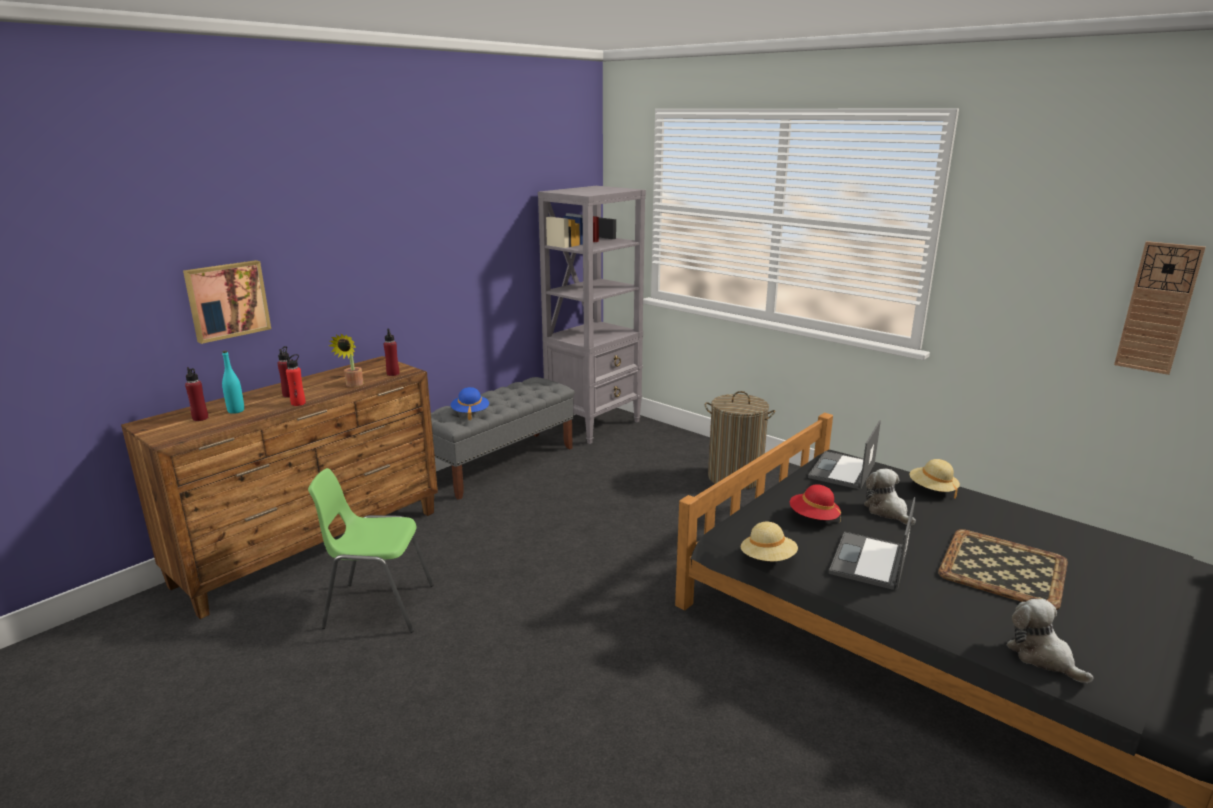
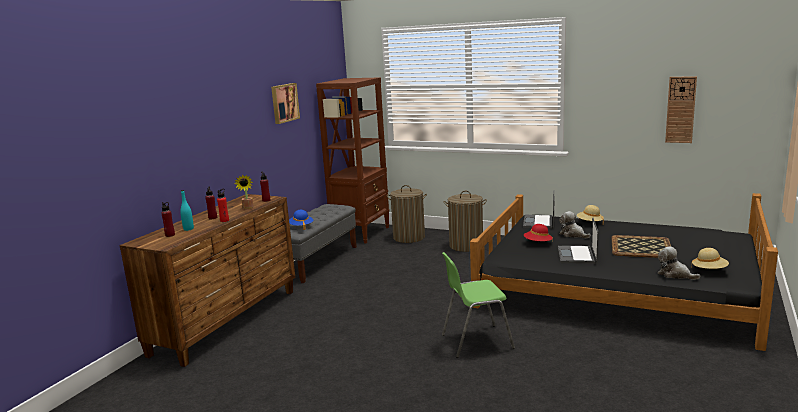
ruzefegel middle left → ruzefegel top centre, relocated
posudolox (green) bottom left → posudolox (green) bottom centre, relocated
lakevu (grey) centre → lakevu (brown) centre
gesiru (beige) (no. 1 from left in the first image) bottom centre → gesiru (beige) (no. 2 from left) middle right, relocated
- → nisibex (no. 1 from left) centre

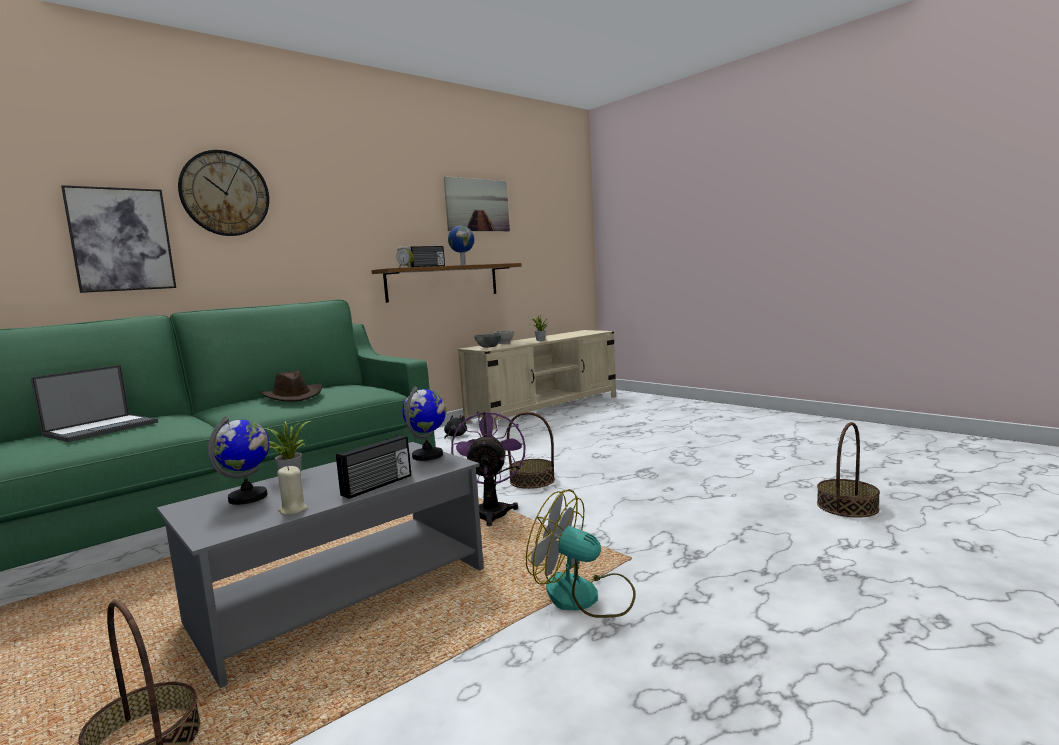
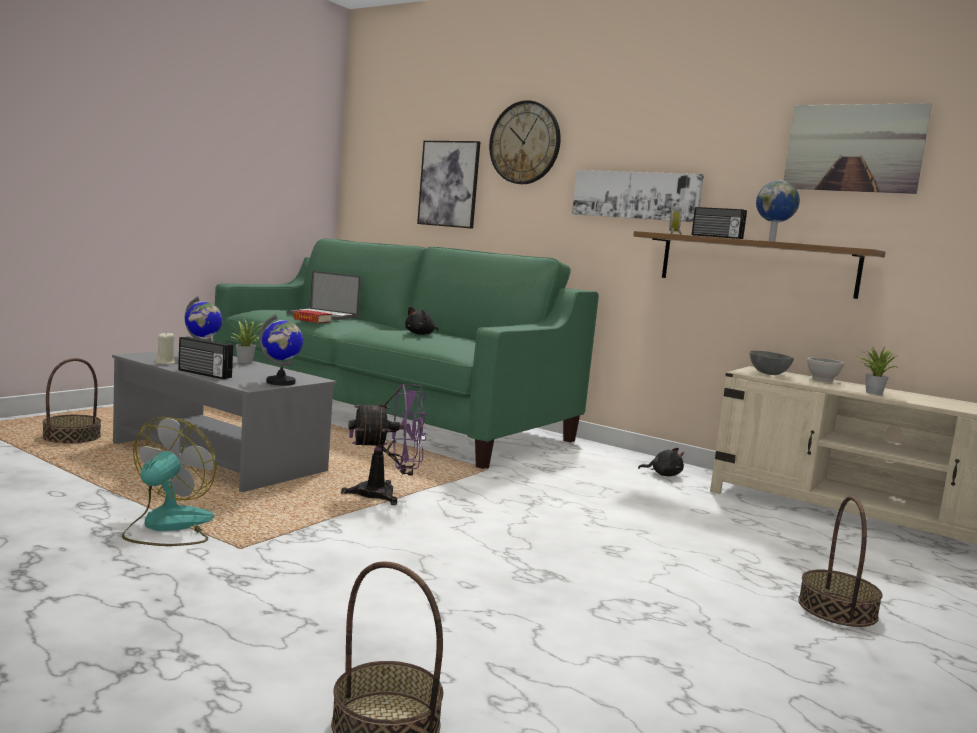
gesiru (brown) middle left → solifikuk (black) (no. 1 from left) centre
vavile (no. 2 from left in the first image) centre → vavile (no. 3 from left) bottom right, relocated
- → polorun middle left
- → ruzefegel (no. 2 from left) top centre

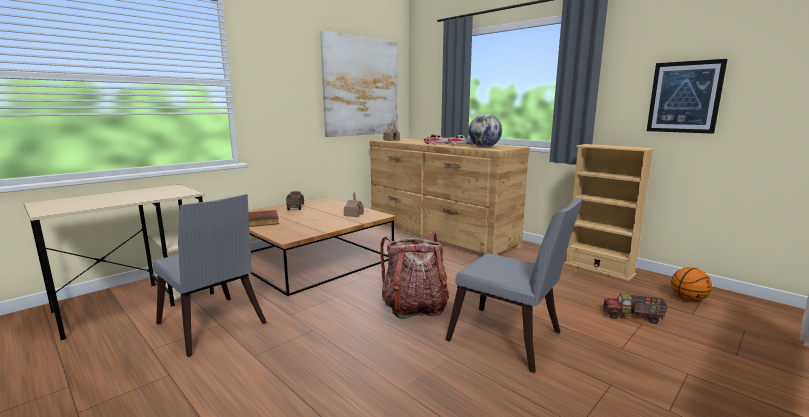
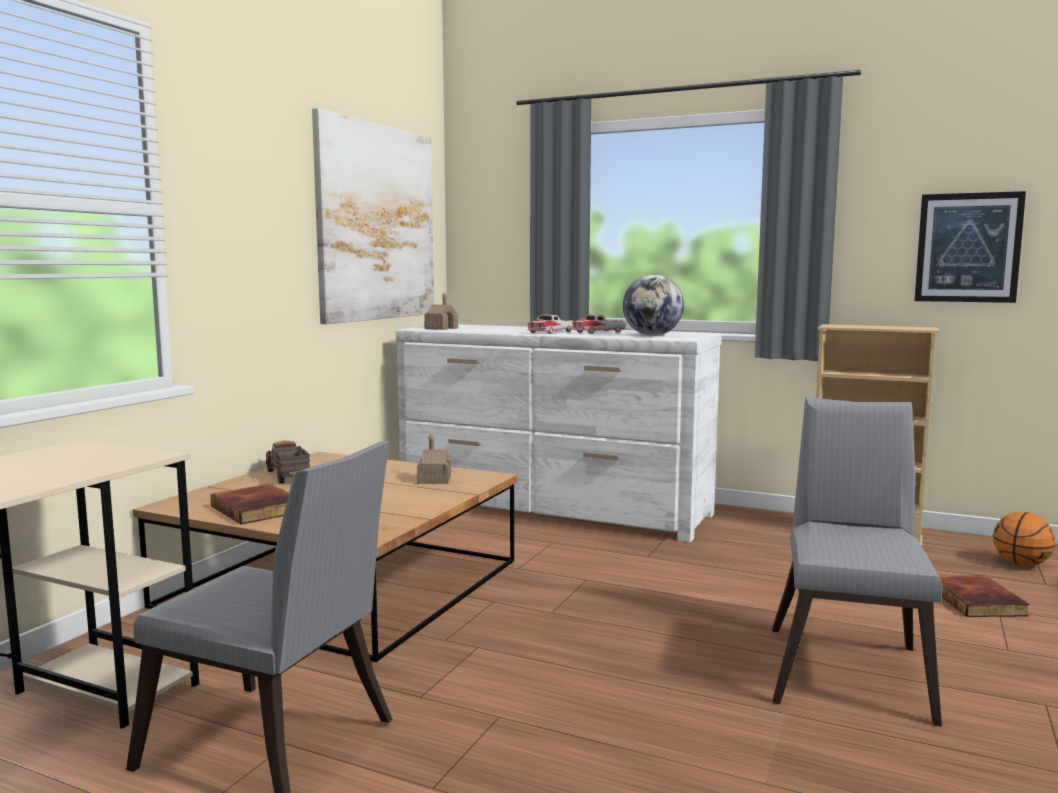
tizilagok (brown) centre → tizilagok (white) centre
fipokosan centre → -
posudolox (grey) (no. 2 from left) bottom centre → posudolox (grey) (no. 2 from left) bottom right, 90 degrees counterclockwise
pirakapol (no. 2 from left) bottom right → polorun (no. 2 from left) bottom right

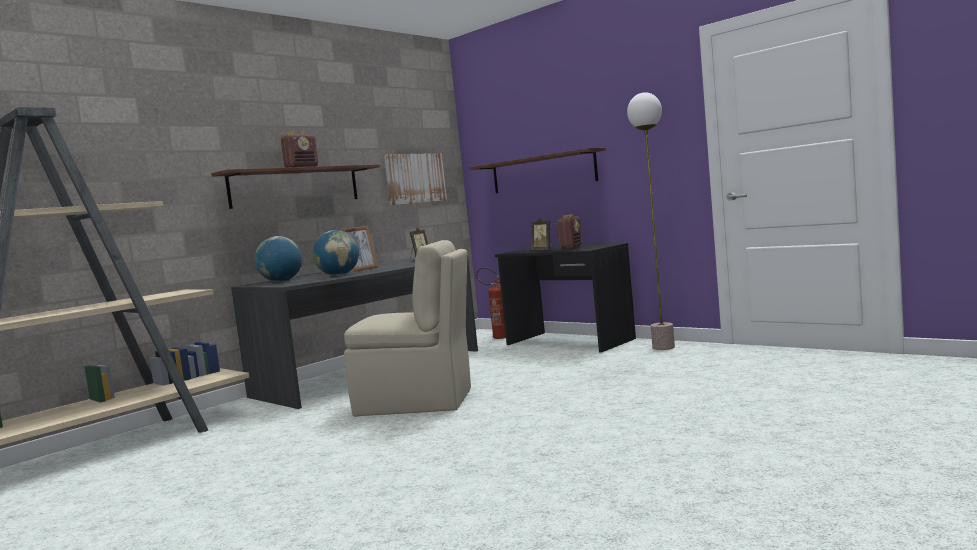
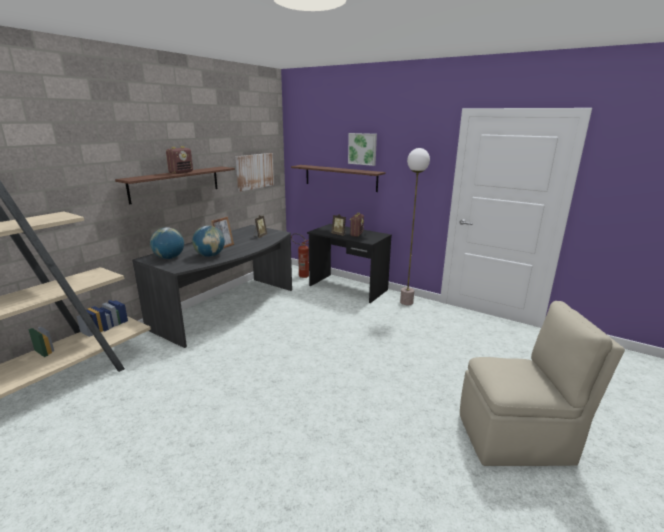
posudolox (beige) centre → posudolox (beige) bottom right, relocated
- → ruzefegel (no. 2 from left) top centre

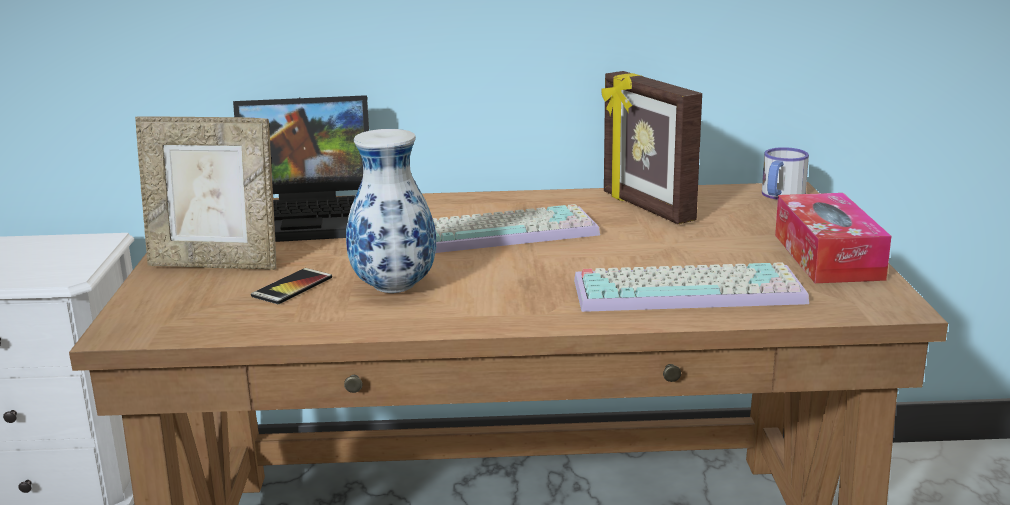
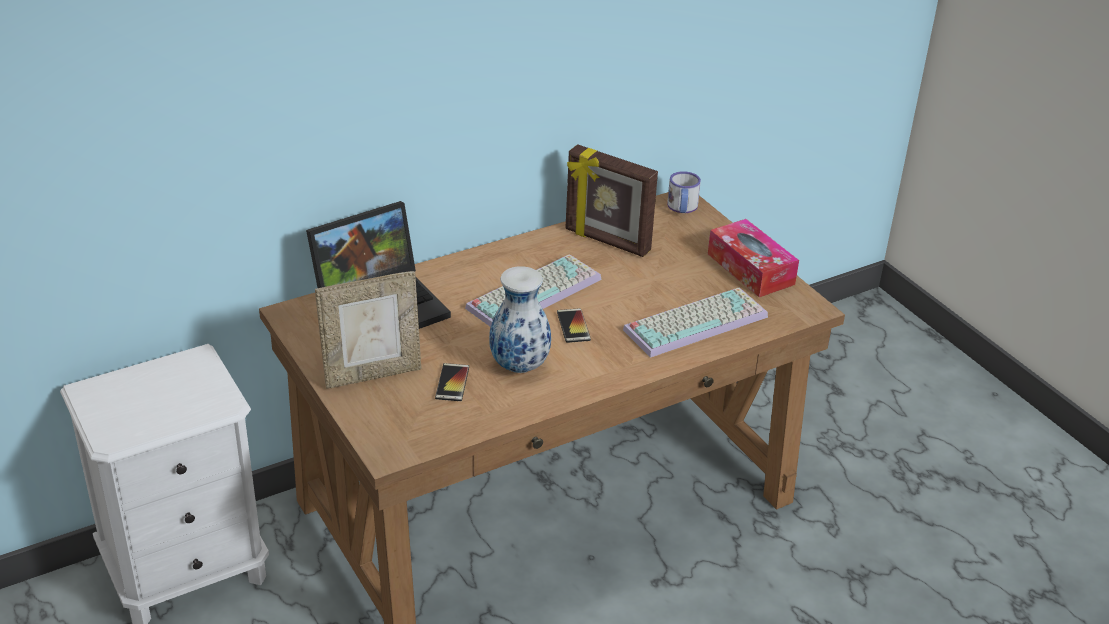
- → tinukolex (no. 2 from left) centre

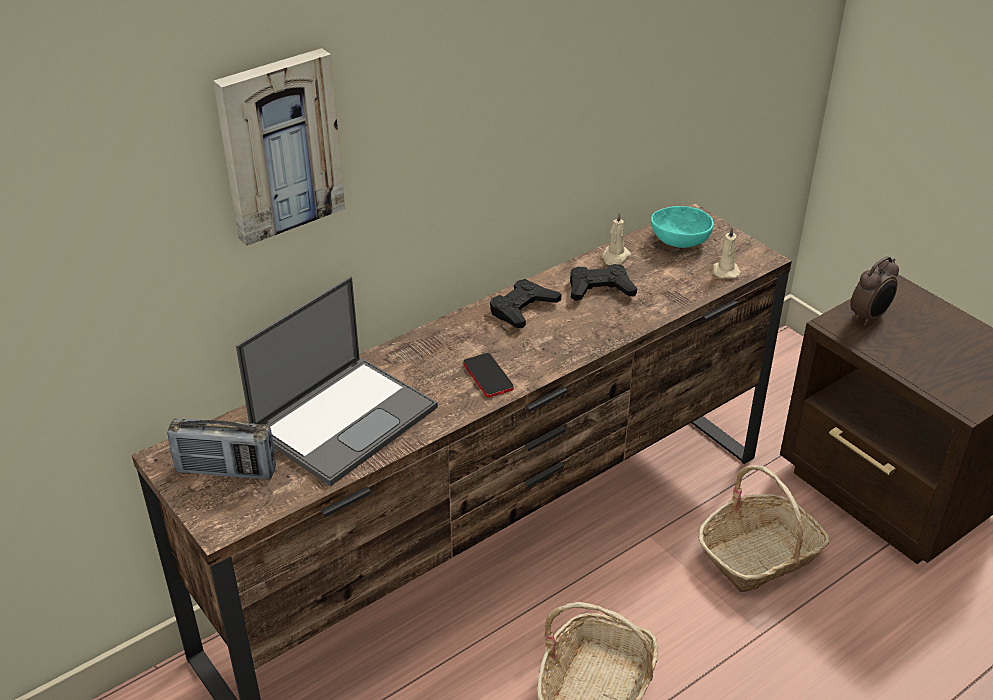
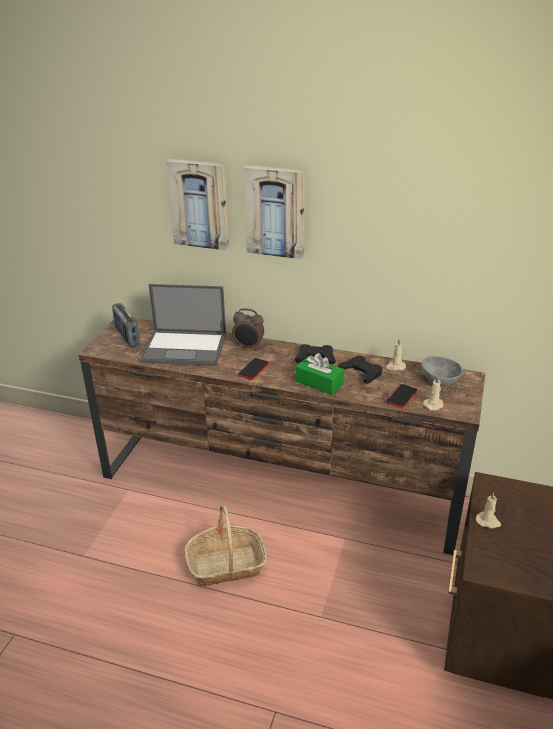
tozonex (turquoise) top right → tozonex (grey) middle right
vavile (no. 2 from left) bottom right → -
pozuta middle right → pozuta centre, relocated
- → ruzefegel (no. 2 from left) top centre
- → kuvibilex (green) centre
- → tinukolex (no. 2 from left) middle right
- → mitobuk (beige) (no. 3 from left) bottom right

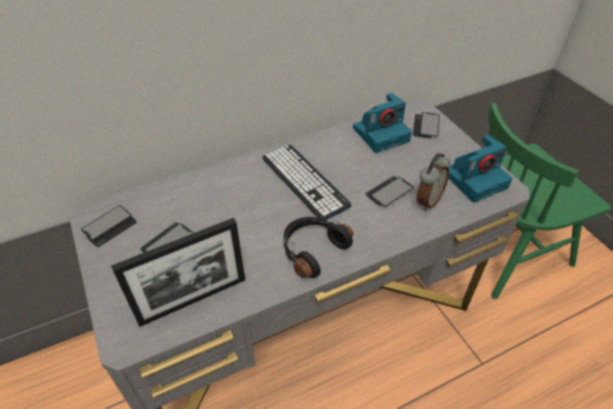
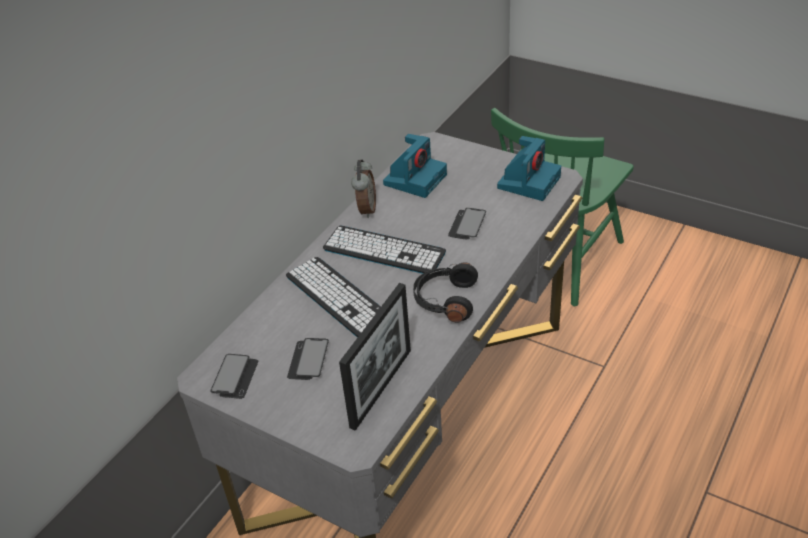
tinukolex (no. 4 from left) top right → -
pozuta middle right → pozuta centre, relocated
- → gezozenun (no. 1 from left) centre

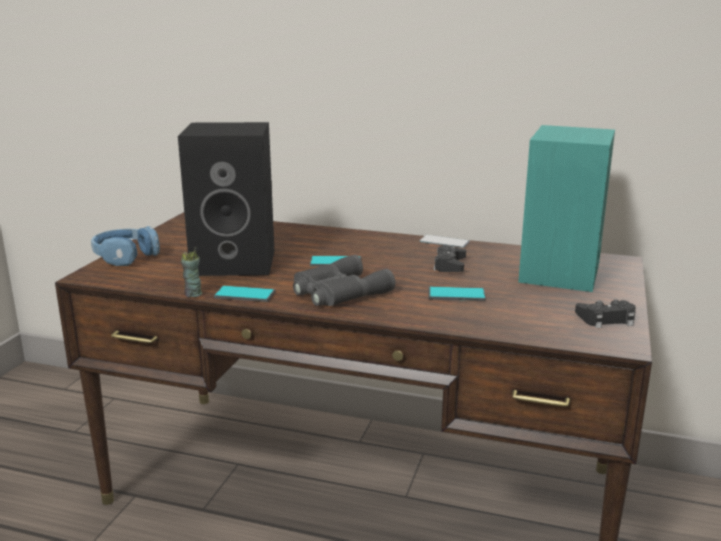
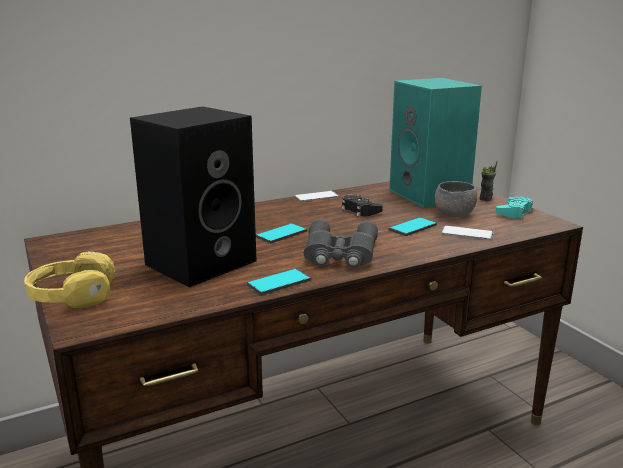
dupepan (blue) middle left → dupepan (yellow) middle left
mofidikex middle left → mofidikex middle right, relocated
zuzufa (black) (no. 2 from left) middle right → zuzufa (turquoise) middle right
- → tozonex (grey) middle right
- → tinukolex (no. 5 from left) middle right

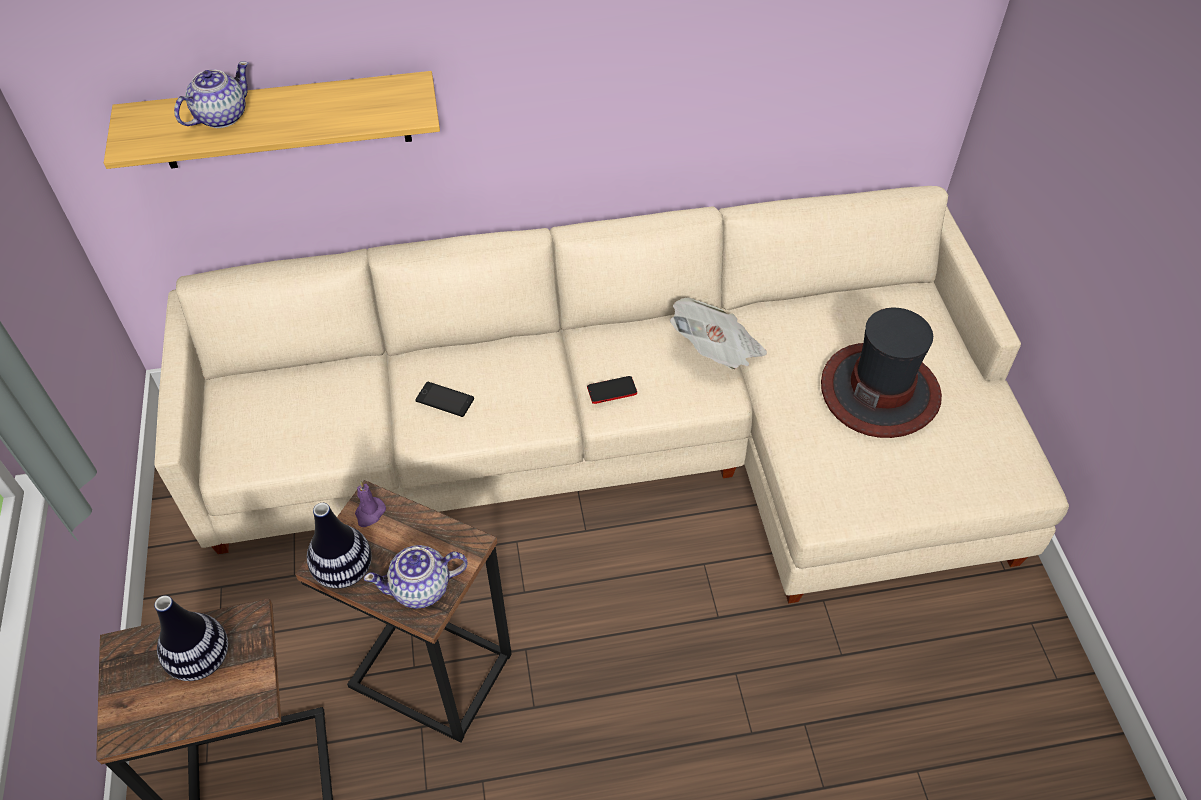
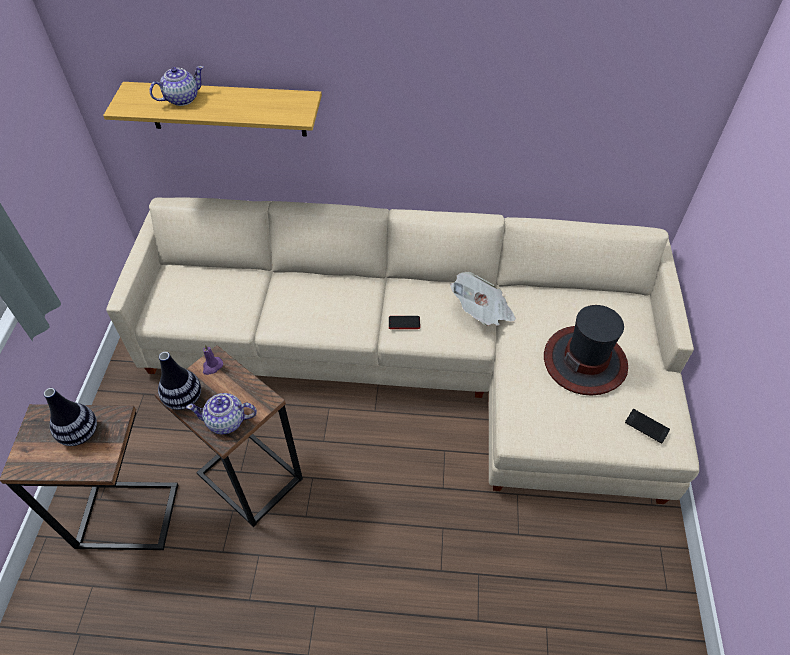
tinukolex (no. 1 from left in the first image) centre → tinukolex (no. 2 from left) middle right, relocated

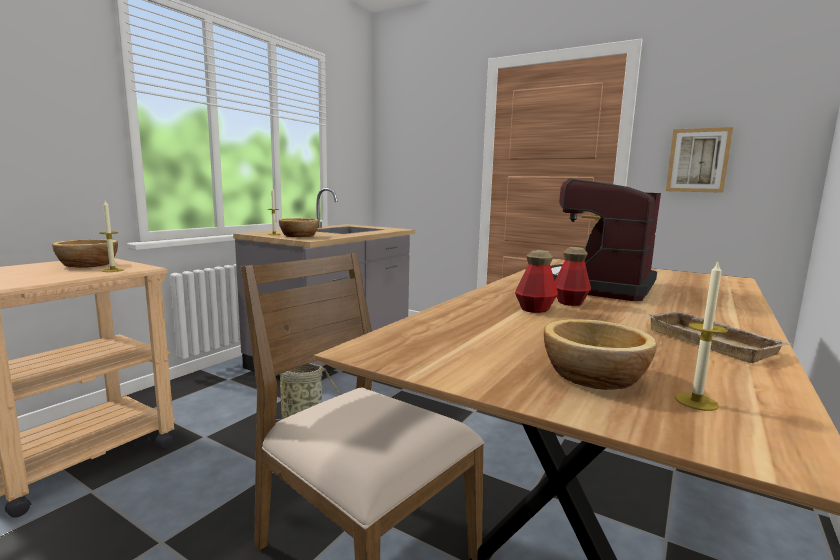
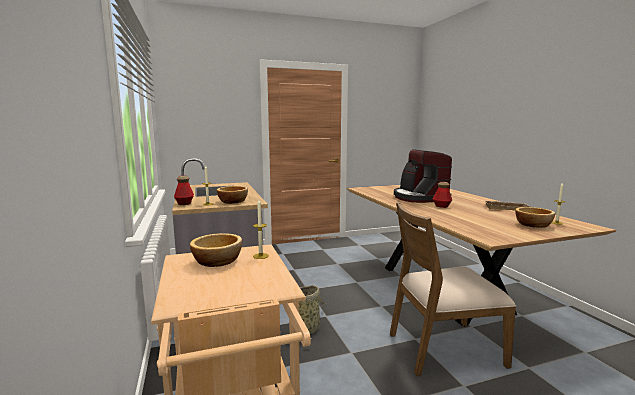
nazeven (no. 1 from left) centre → nazeven (no. 1 from left) middle left, relocated
ruzefegel top right → -

